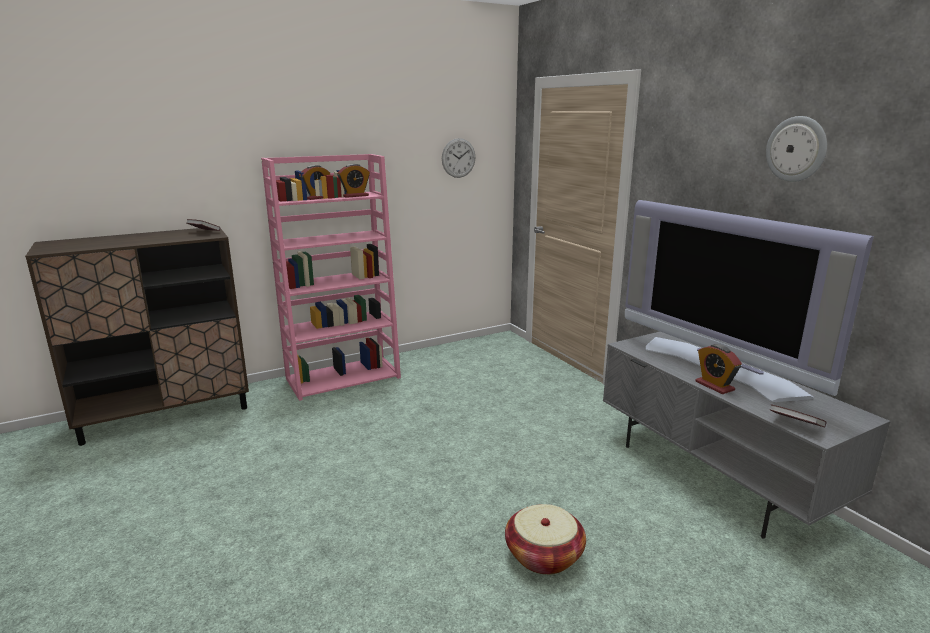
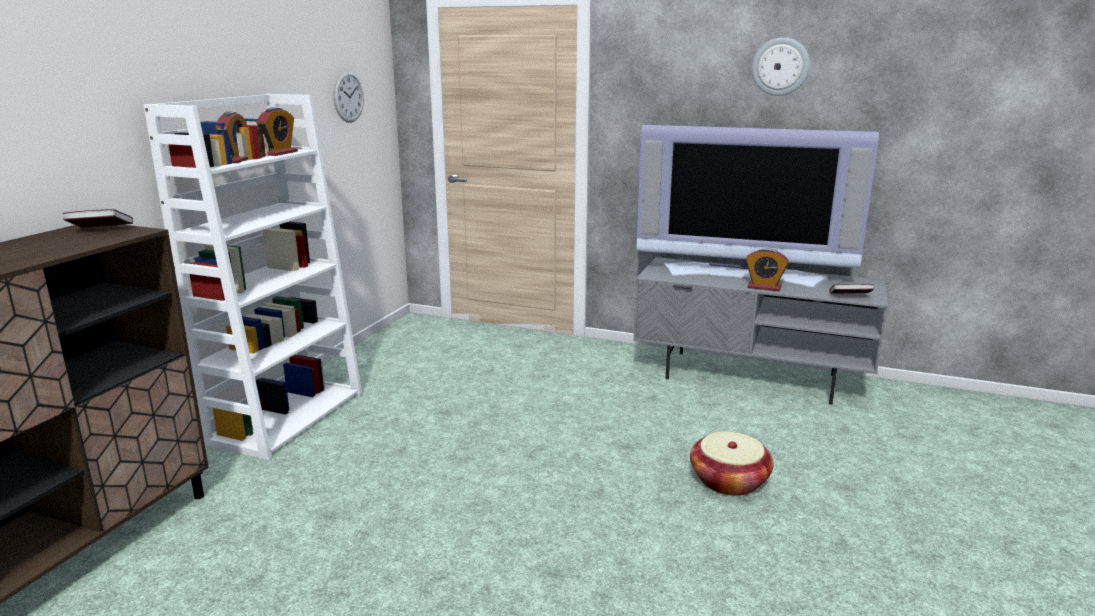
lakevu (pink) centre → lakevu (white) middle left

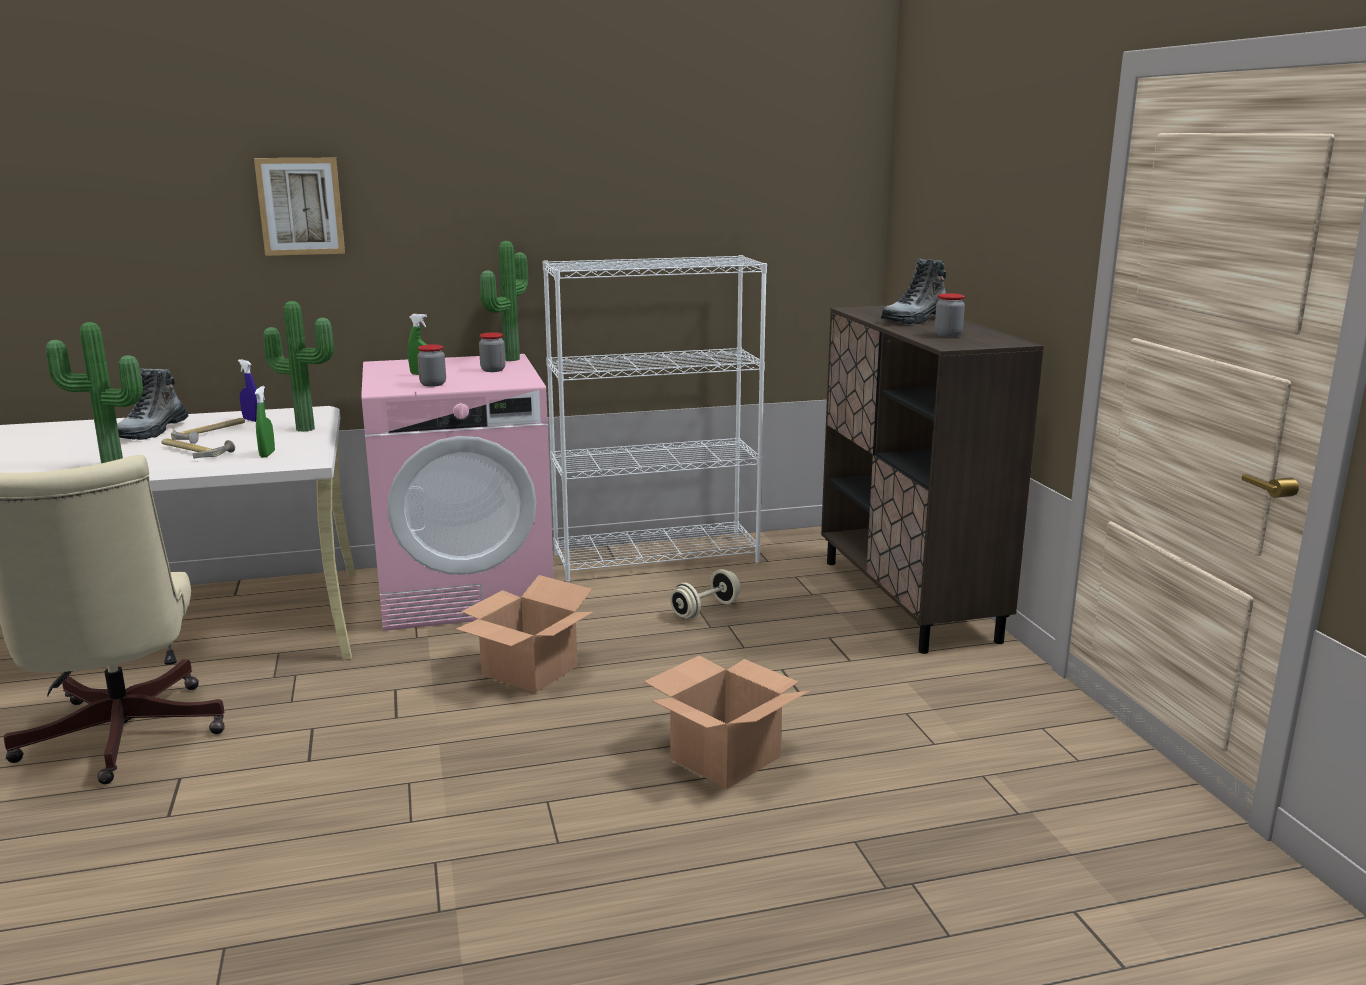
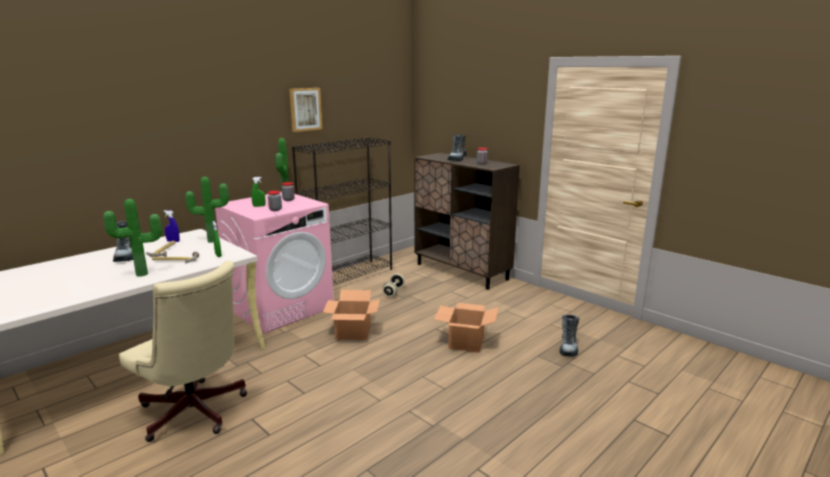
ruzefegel top left → ruzefegel top centre, relocated
lakevu (white) centre → lakevu (black) centre
- → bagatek (no. 3 from left) bottom right

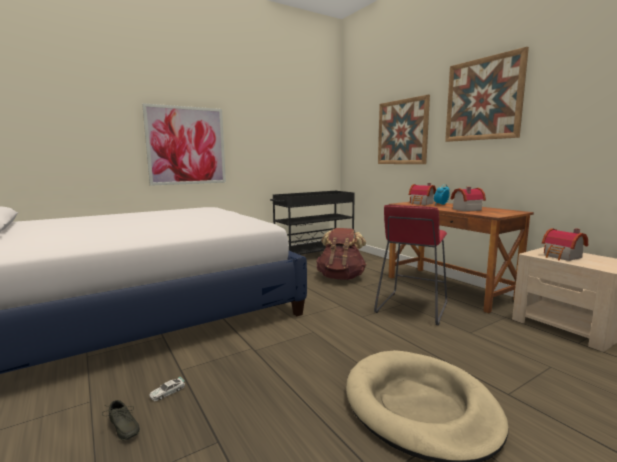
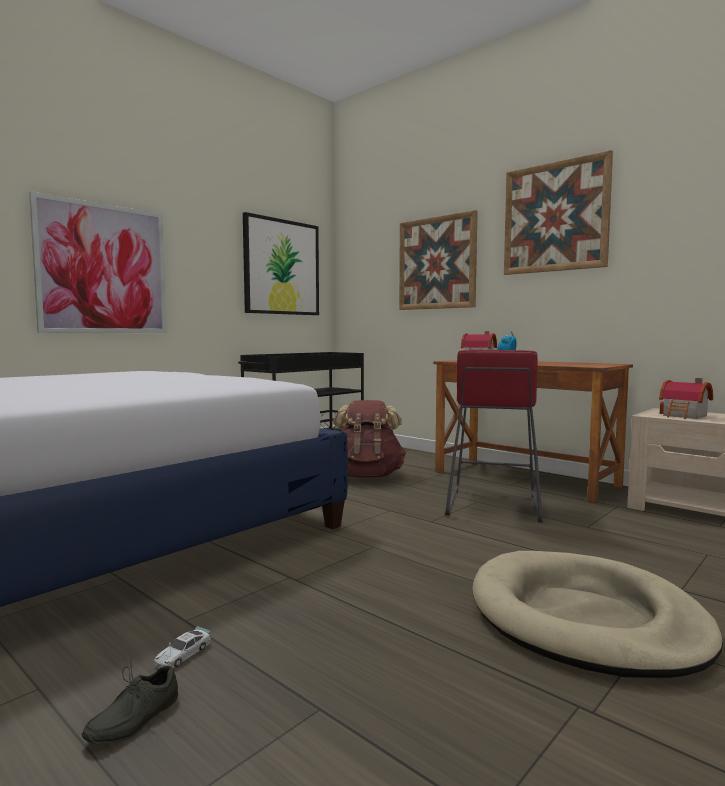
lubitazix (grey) bottom left, 90 degrees clockwise
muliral (no. 2 from left) middle right → -
- → ruzefegel (no. 2 from left) centre

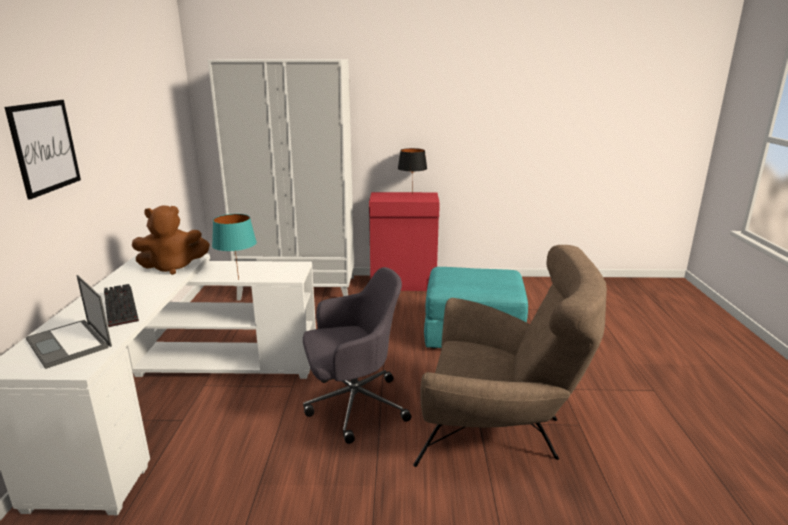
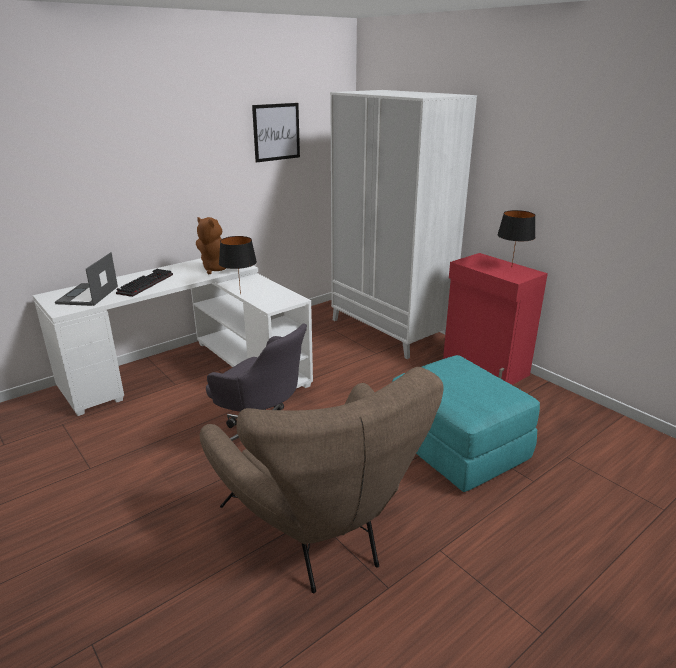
ruzefegel top left → ruzefegel top centre, relocated
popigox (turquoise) middle left → popigox (black) (no. 1 from left) centre

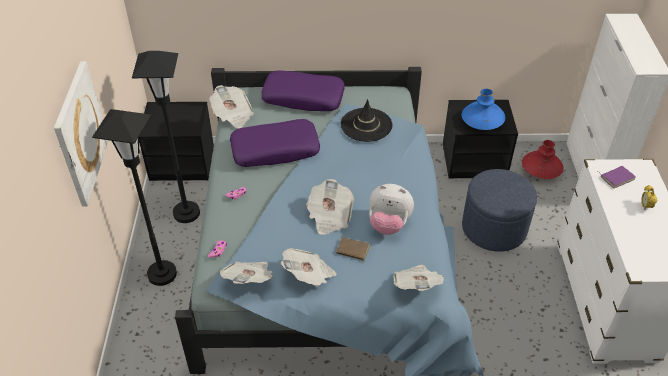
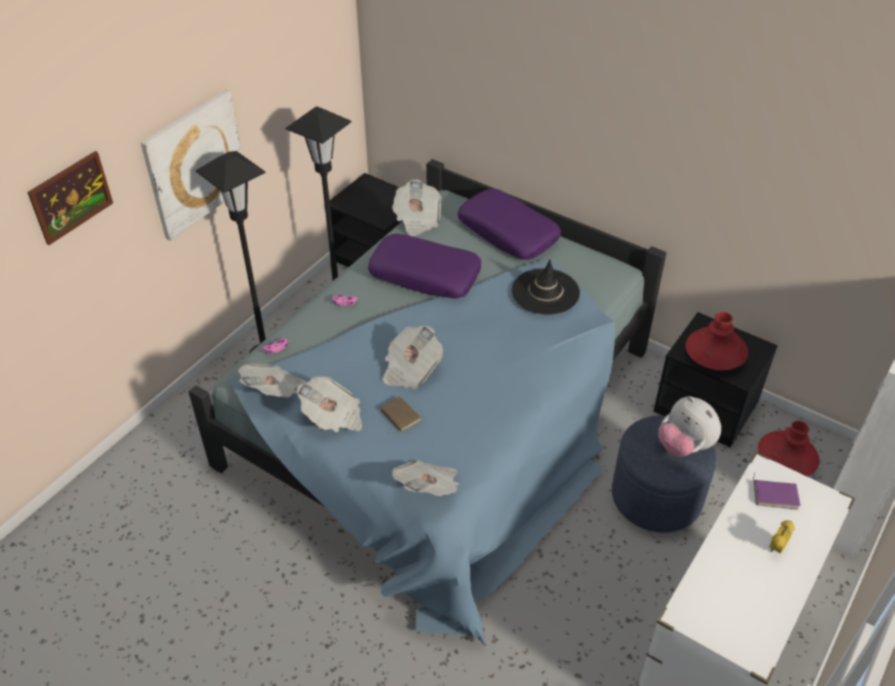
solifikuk centre → solifikuk middle right, relocated
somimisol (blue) top right → somimisol (red) (no. 1 from left) middle right
- → ruzefegel (no. 1 from left) top left

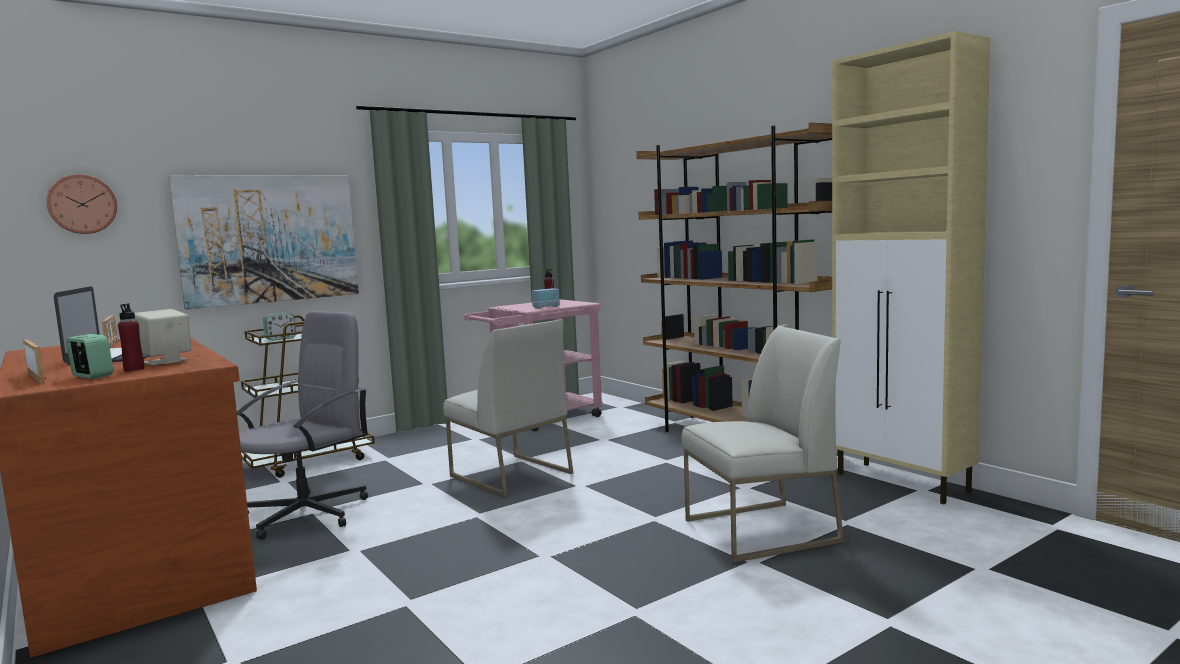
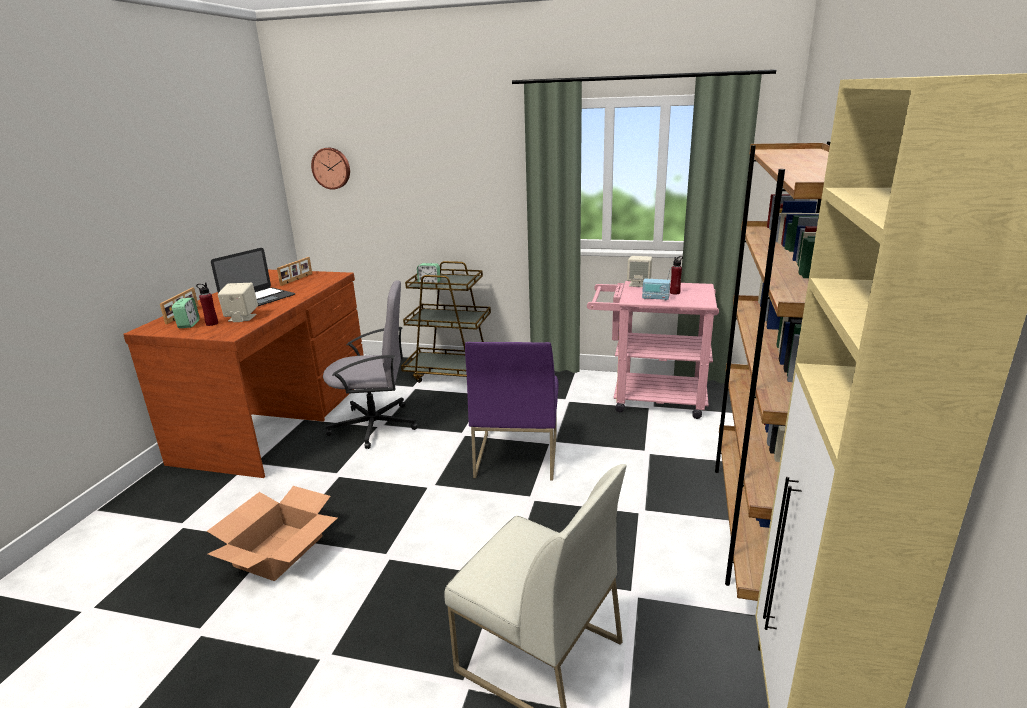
ruzefegel middle left → -
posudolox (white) (no. 1 from left) centre → posudolox (purple) centre
- → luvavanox bottom left
- → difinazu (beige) (no. 2 from left) centre

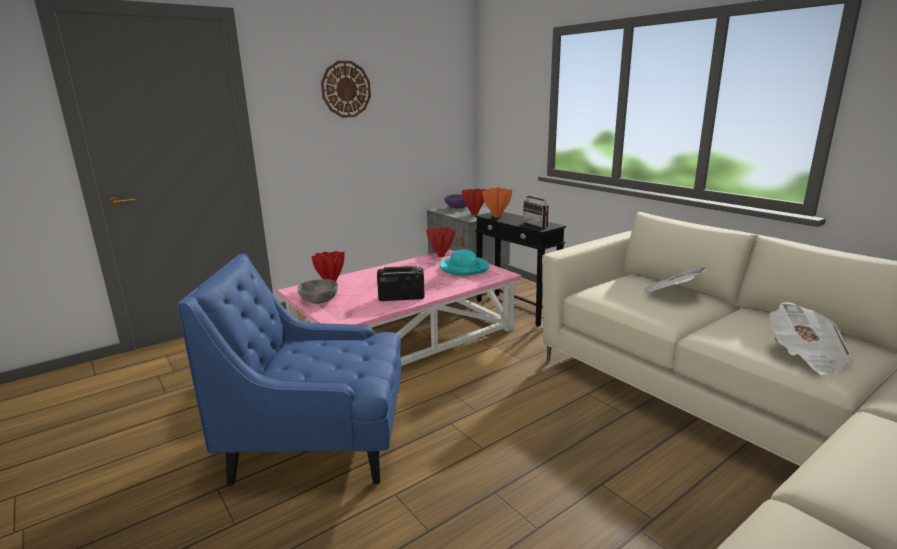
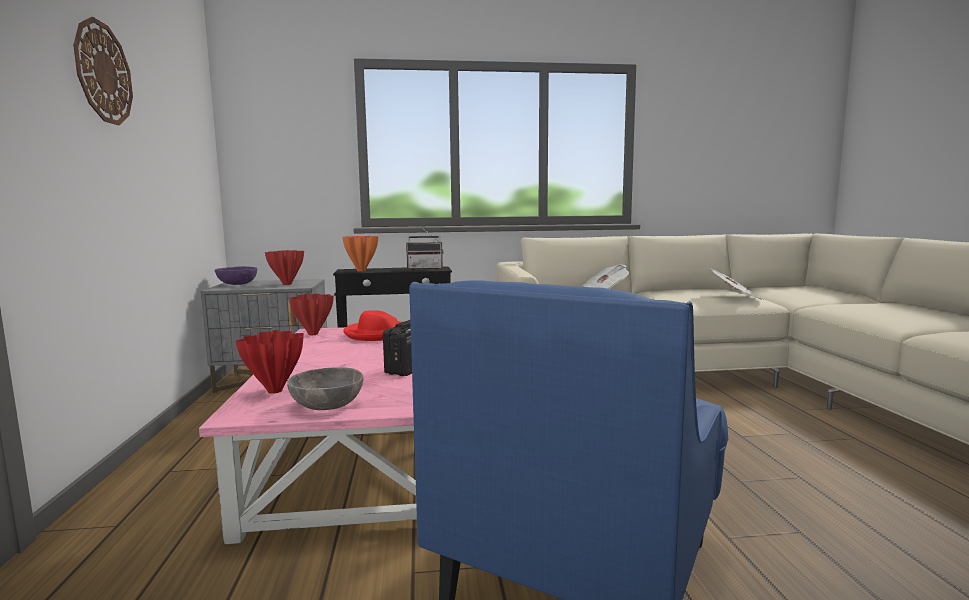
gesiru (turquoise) centre → gesiru (red) centre

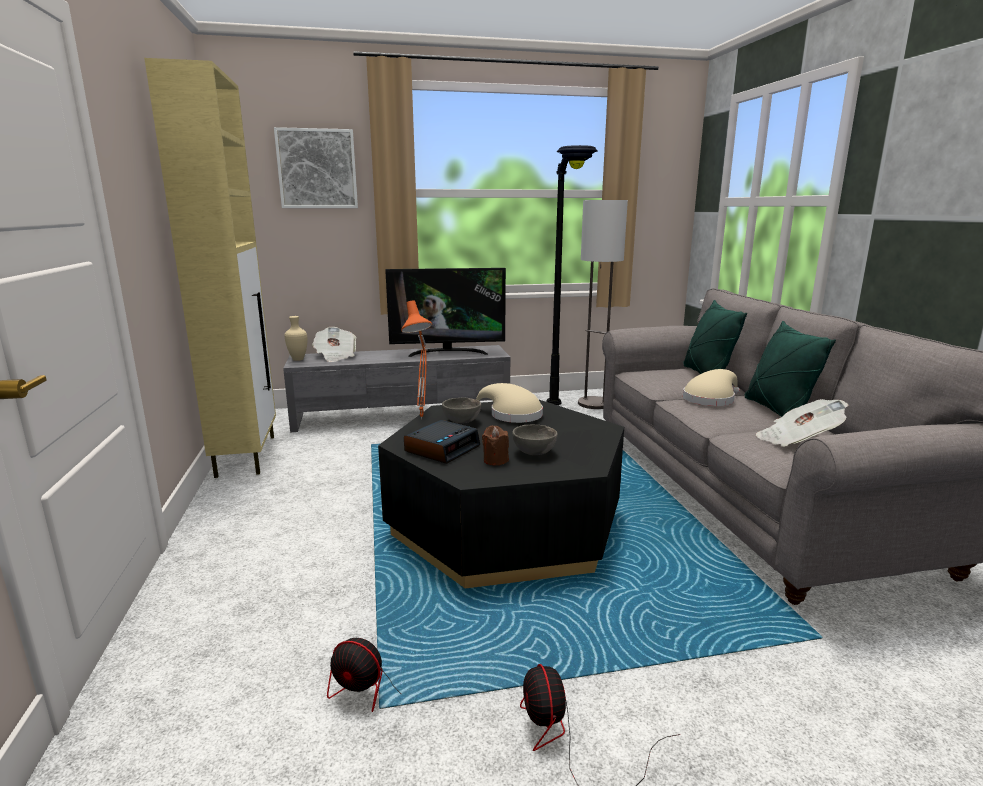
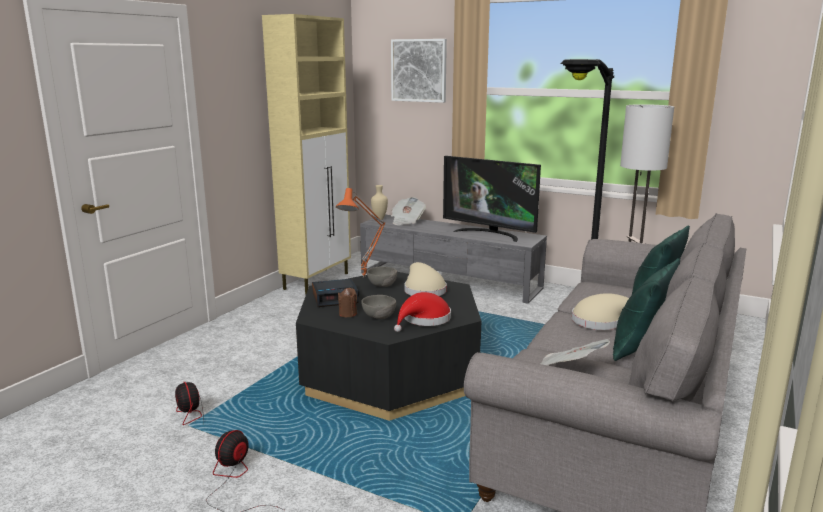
- → gesiru (red) centre

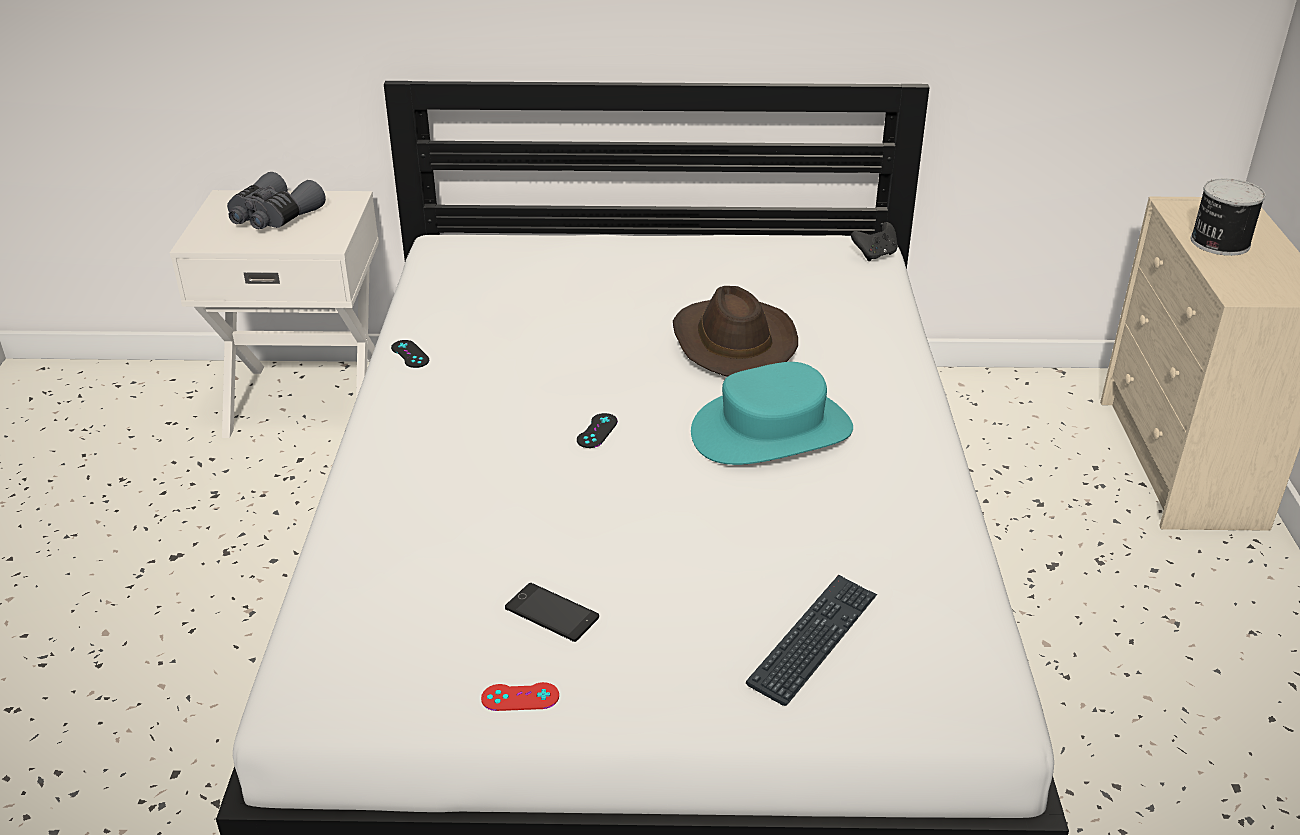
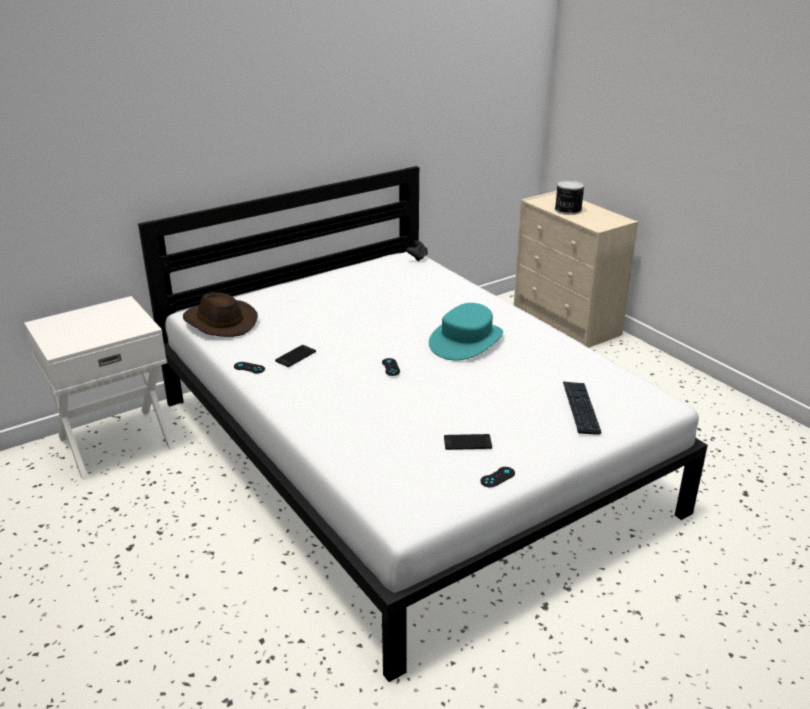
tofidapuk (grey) top left → -
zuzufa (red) bottom centre → zuzufa (black) (no. 4 from left) bottom centre
gesiru (brown) centre → gesiru (brown) middle left, relocated
- → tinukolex (no. 1 from left) centre

